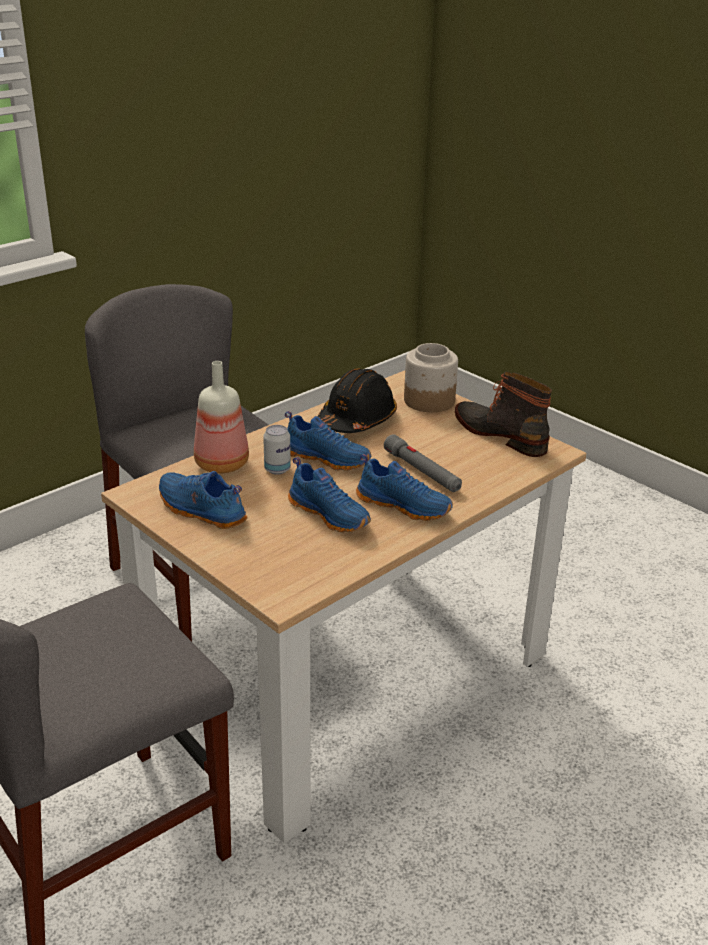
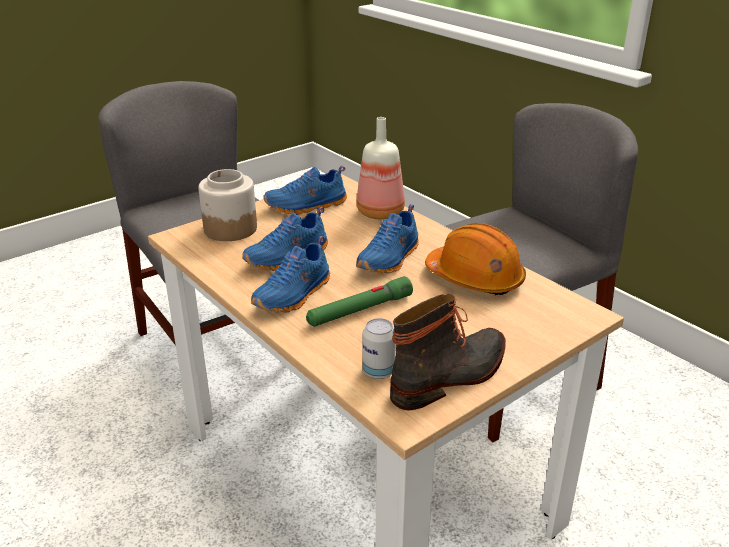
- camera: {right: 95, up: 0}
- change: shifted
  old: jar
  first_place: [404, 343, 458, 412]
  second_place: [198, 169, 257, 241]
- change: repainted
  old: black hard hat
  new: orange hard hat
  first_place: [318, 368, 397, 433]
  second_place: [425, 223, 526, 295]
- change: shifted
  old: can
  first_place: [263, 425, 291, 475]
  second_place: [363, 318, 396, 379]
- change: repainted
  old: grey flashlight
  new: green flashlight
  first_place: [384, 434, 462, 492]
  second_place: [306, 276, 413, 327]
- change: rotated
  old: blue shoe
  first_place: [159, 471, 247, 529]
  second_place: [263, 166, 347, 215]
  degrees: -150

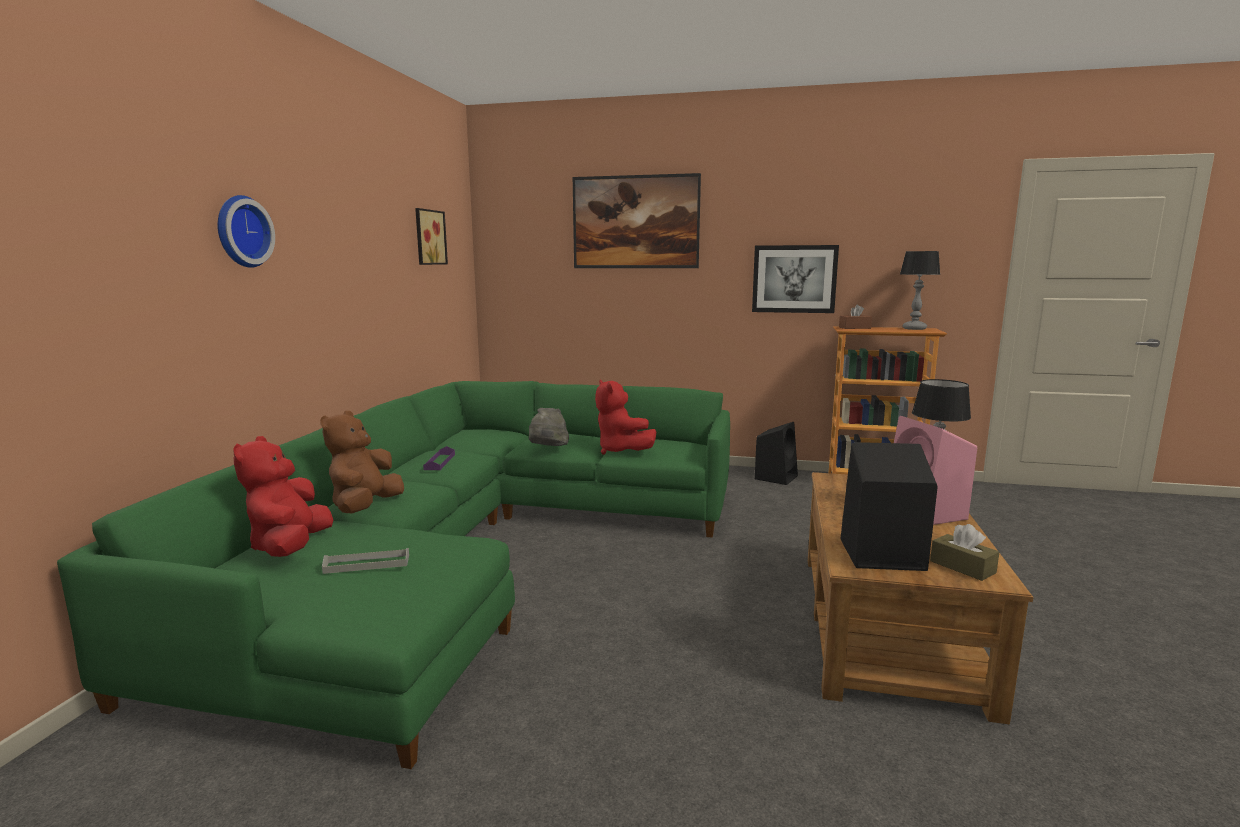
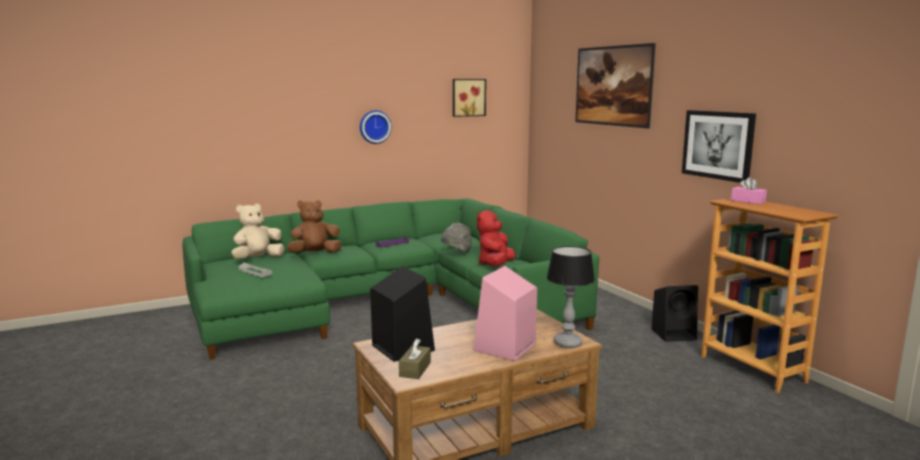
- camera: {right: 50, up: 0}
- change: shifted
  old: wall clock
  first_place: [217, 195, 275, 268]
  second_place: [360, 110, 391, 144]
- change: gone
  old: table lamp
  first_place: [900, 251, 940, 330]
- change: repainted
  old: brown tissue box
  new: pink tissue box
  first_place: [839, 304, 872, 329]
  second_place: [731, 177, 767, 204]
- change: repainted
  old: red plush toy
  new: beige plush toy
  first_place: [233, 436, 333, 557]
  second_place: [231, 204, 284, 259]

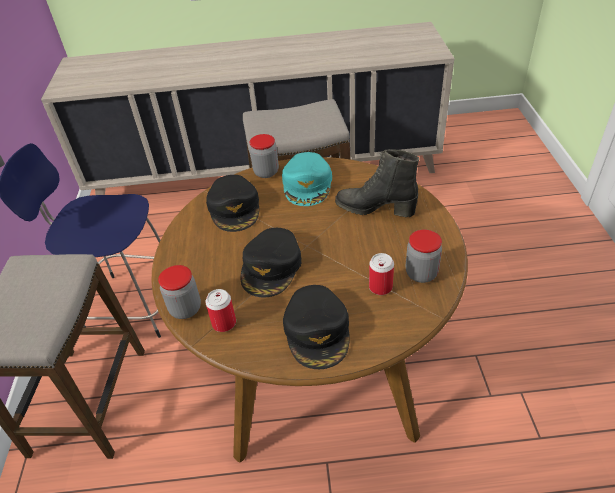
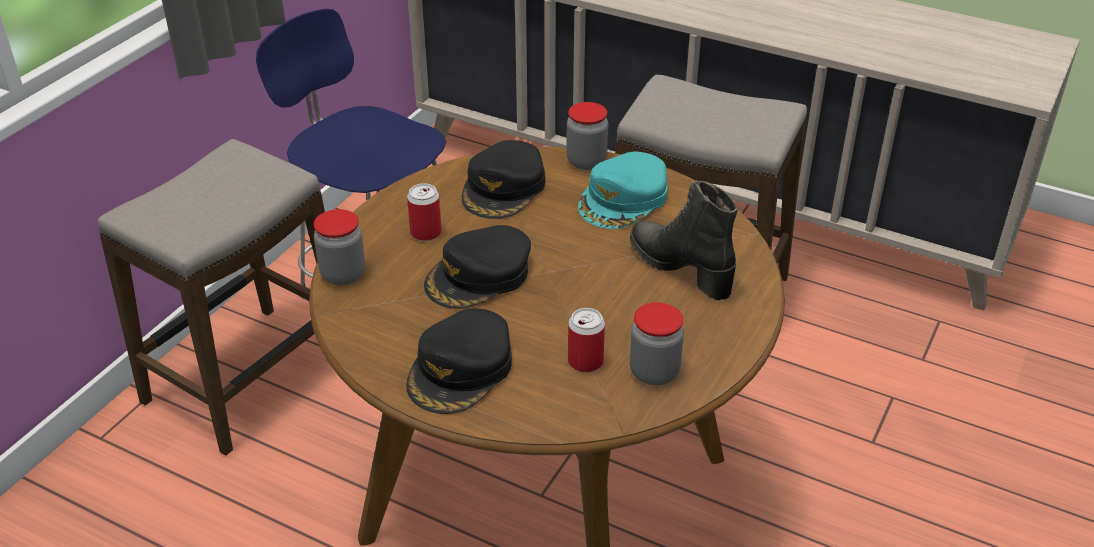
- camera: {right: 30, up: -5}
- change: shifted
  old: can
  first_place: [205, 289, 236, 332]
  second_place: [407, 183, 442, 241]

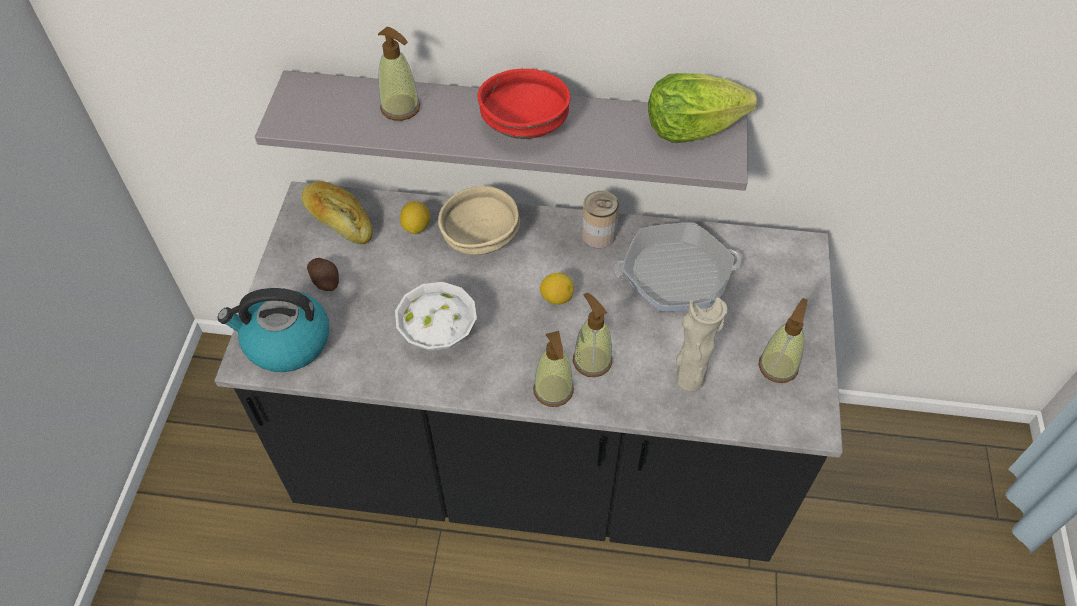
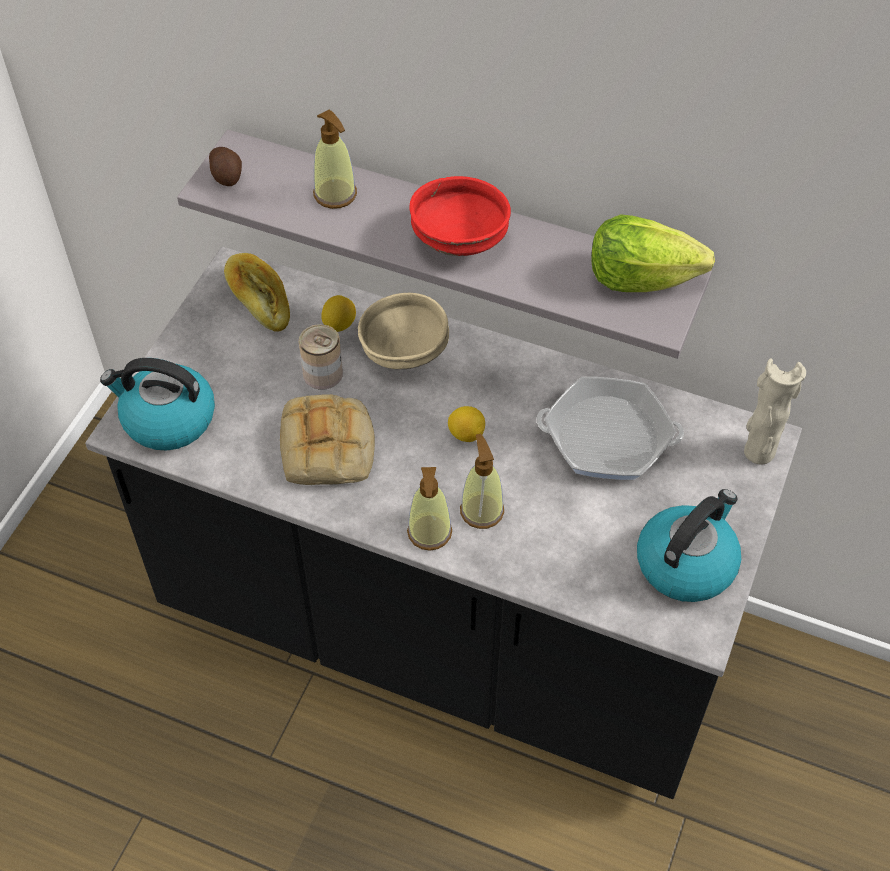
- camera: {right: 15, up: 0}
- change: shifted
  old: can
  first_place: [582, 191, 619, 248]
  second_place: [299, 324, 343, 389]
- change: shifted
  old: potato
  first_place: [307, 258, 339, 291]
  second_place: [209, 147, 242, 186]
- change: swapped
  old: white bowl
  new: bread
  first_place: [395, 282, 477, 351]
  second_place: [280, 394, 375, 485]
- change: shifted
  old: beige vase
  first_place: [676, 297, 728, 392]
  second_place: [744, 358, 806, 464]
- change: swapped
  old: soap dispenser
  new: kettle
  first_place: [758, 298, 807, 383]
  second_place: [637, 489, 741, 602]

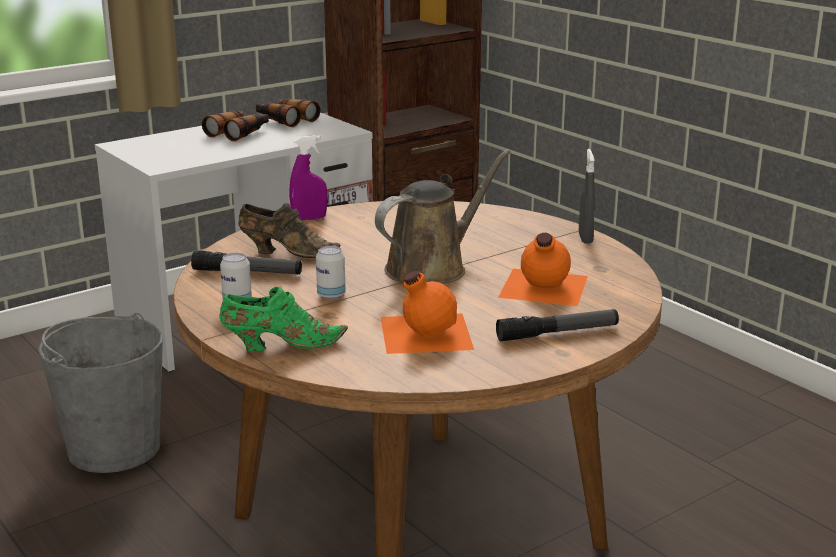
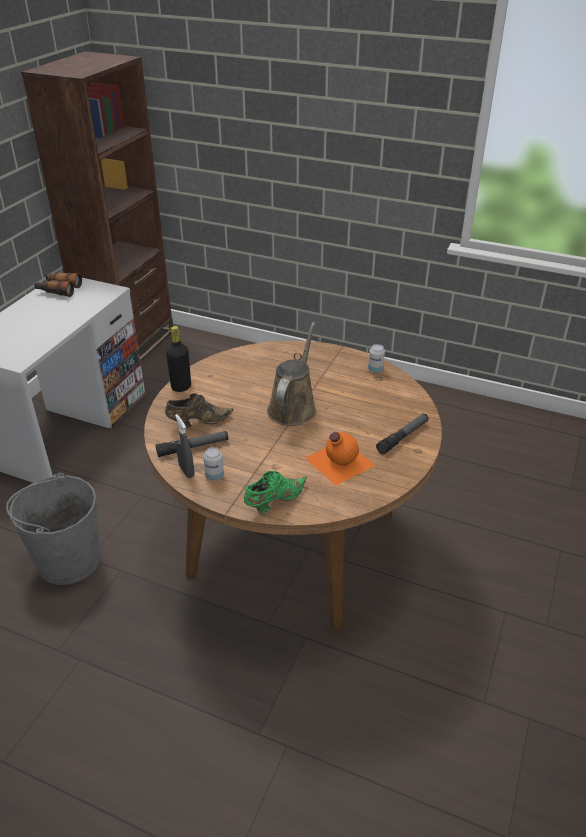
- camera: {right: -30, up: 15}
- change: gone
  old: binoculars
  first_place: [202, 110, 269, 141]
- change: swapped
  old: purple spray bottle
  new: black bottle
  first_place: [289, 135, 327, 220]
  second_place: [166, 326, 191, 392]
- change: shifted
  old: grey spray bottle
  first_place: [579, 149, 595, 244]
  second_place: [175, 414, 194, 478]
- change: gone
  old: orange bottle
  first_place: [498, 233, 588, 306]
- change: shifted
  old: can
  first_place: [316, 246, 346, 300]
  second_place: [368, 344, 385, 373]

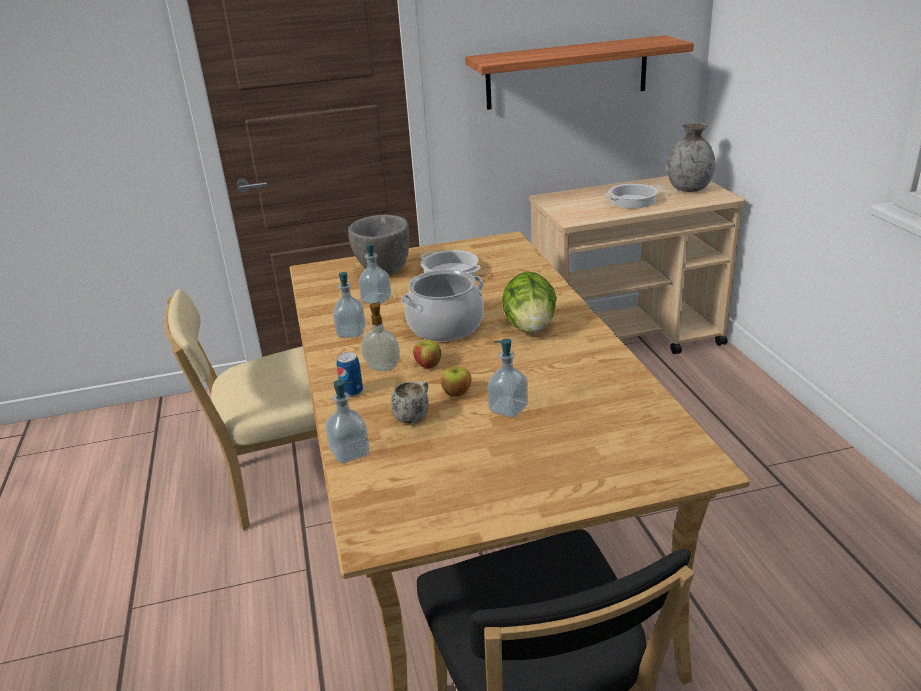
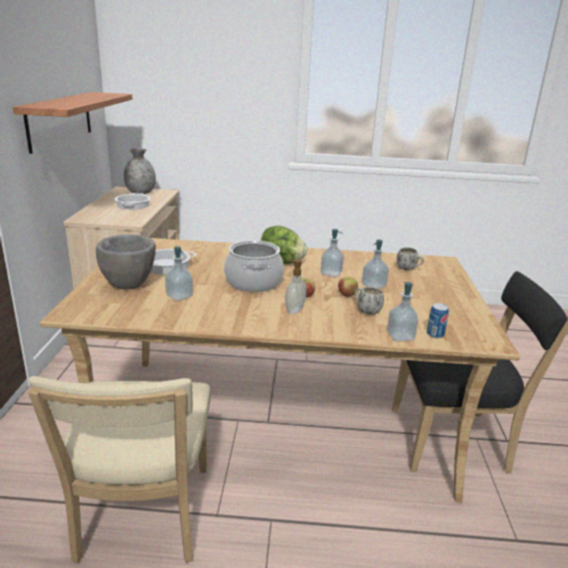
- camera: {right: -75, up: -5}
- change: shifted
  old: soap dispenser
  first_place: [333, 272, 366, 338]
  second_place: [321, 229, 344, 277]
- change: shifted
  old: can
  first_place: [336, 352, 363, 397]
  second_place: [427, 303, 449, 338]
- change: new
  new: white mug
  second_place: [397, 247, 424, 270]

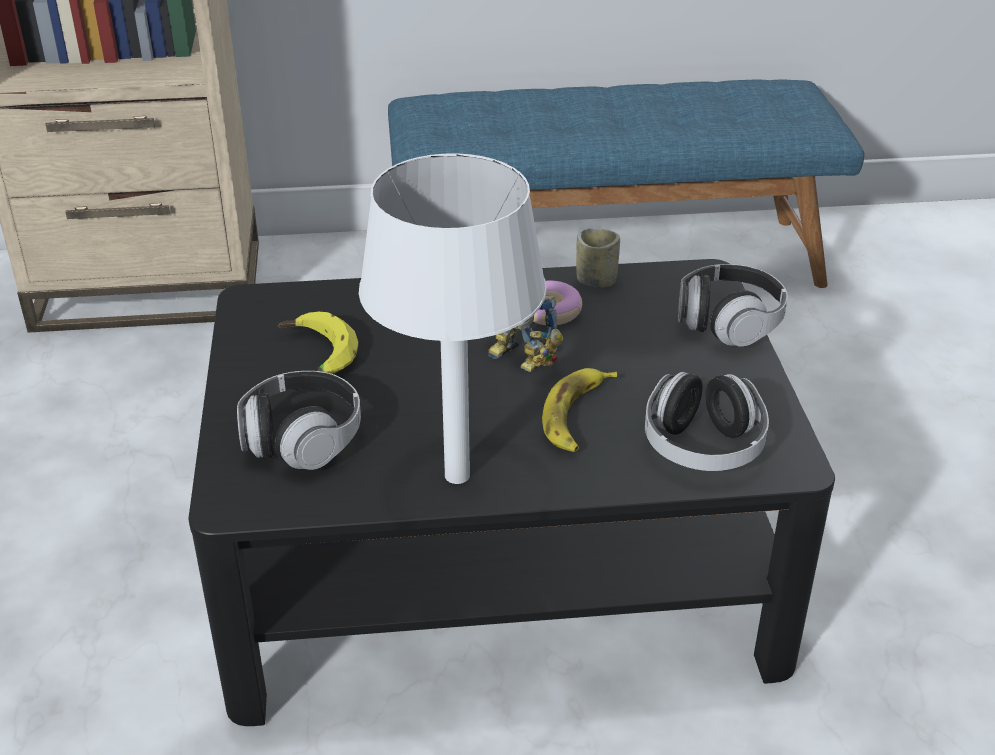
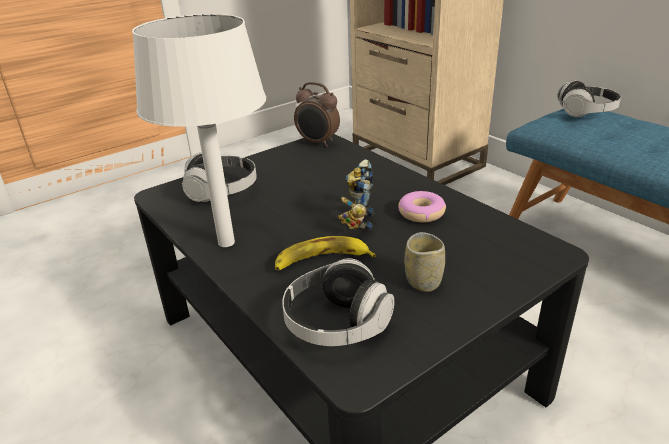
- camera: {right: 60, up: -5}
- change: shifted
  old: cup
  first_place: [576, 228, 620, 287]
  second_place: [404, 232, 445, 292]
- change: shifted
  old: headphones
  first_place: [678, 264, 788, 347]
  second_place: [557, 80, 621, 117]
- change: gone
  old: banana
  first_place: [278, 312, 358, 374]
- change: new
  new: alarm clock
  second_place: [294, 82, 340, 147]

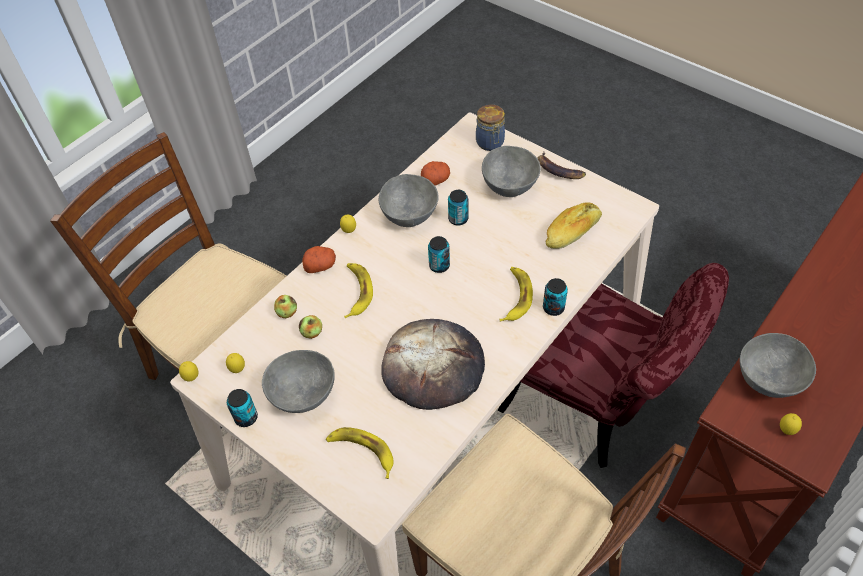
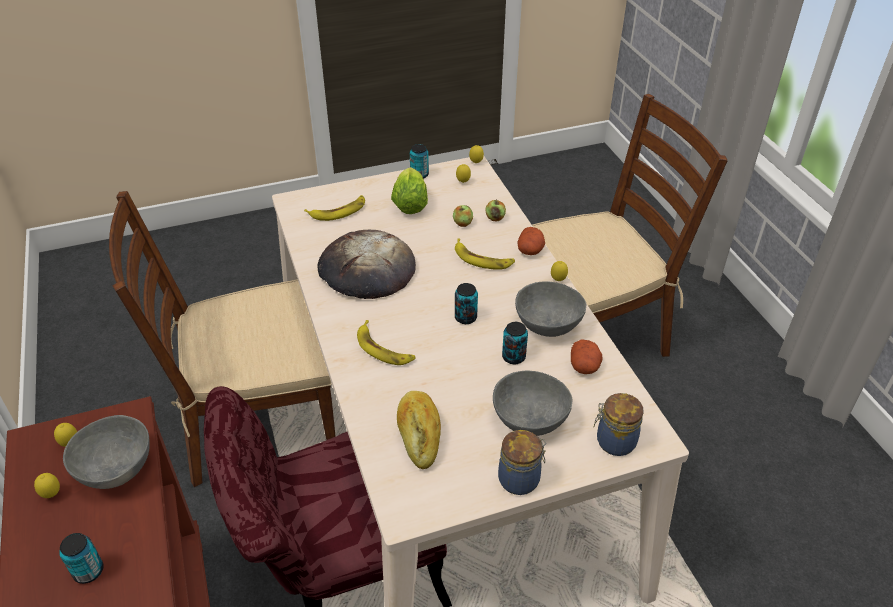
- camera: {right: 120, up: -10}
- change: swapped
  old: banana
  new: jar
  first_place: [537, 152, 586, 179]
  second_place: [498, 430, 546, 495]
- change: shifted
  old: can
  first_place: [543, 278, 568, 316]
  second_place: [59, 533, 104, 584]
- change: swapped
  old: grey bowl
  new: lettuce
  first_place: [262, 350, 335, 413]
  second_place: [391, 167, 428, 214]
- change: new
  new: lemon
  second_place: [34, 473, 60, 498]

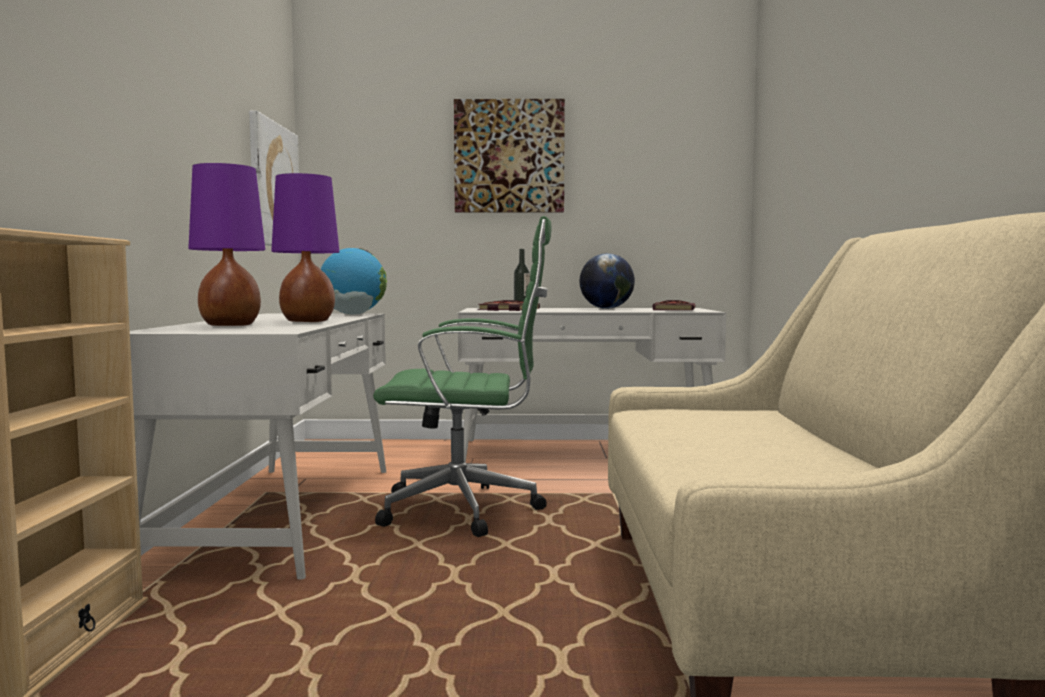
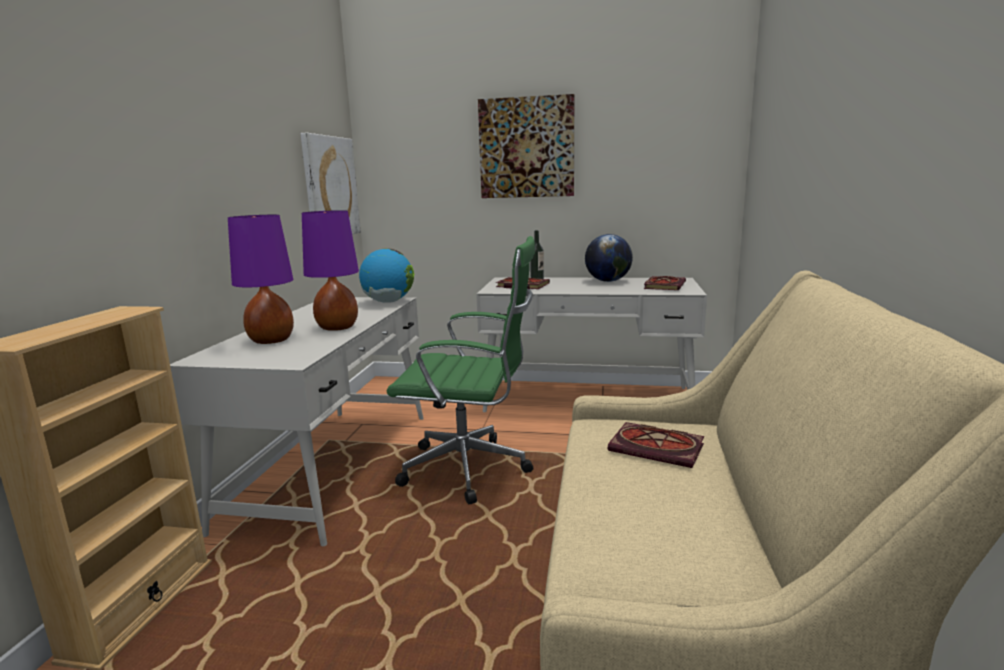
- camera: {right: 10, up: 10}
- change: new
  new: book
  second_place: [608, 422, 704, 468]

